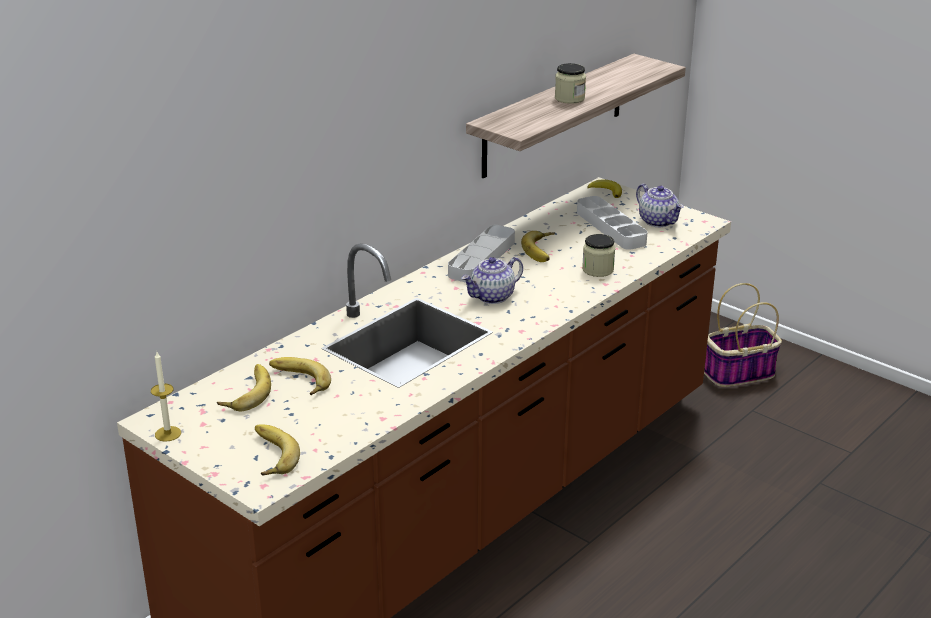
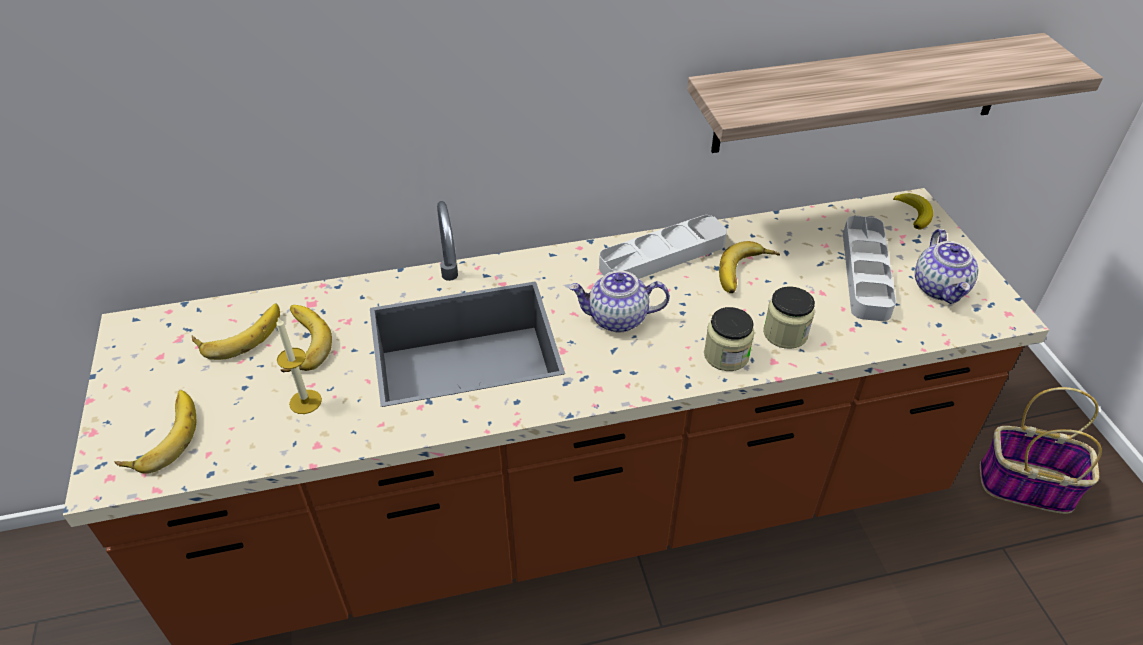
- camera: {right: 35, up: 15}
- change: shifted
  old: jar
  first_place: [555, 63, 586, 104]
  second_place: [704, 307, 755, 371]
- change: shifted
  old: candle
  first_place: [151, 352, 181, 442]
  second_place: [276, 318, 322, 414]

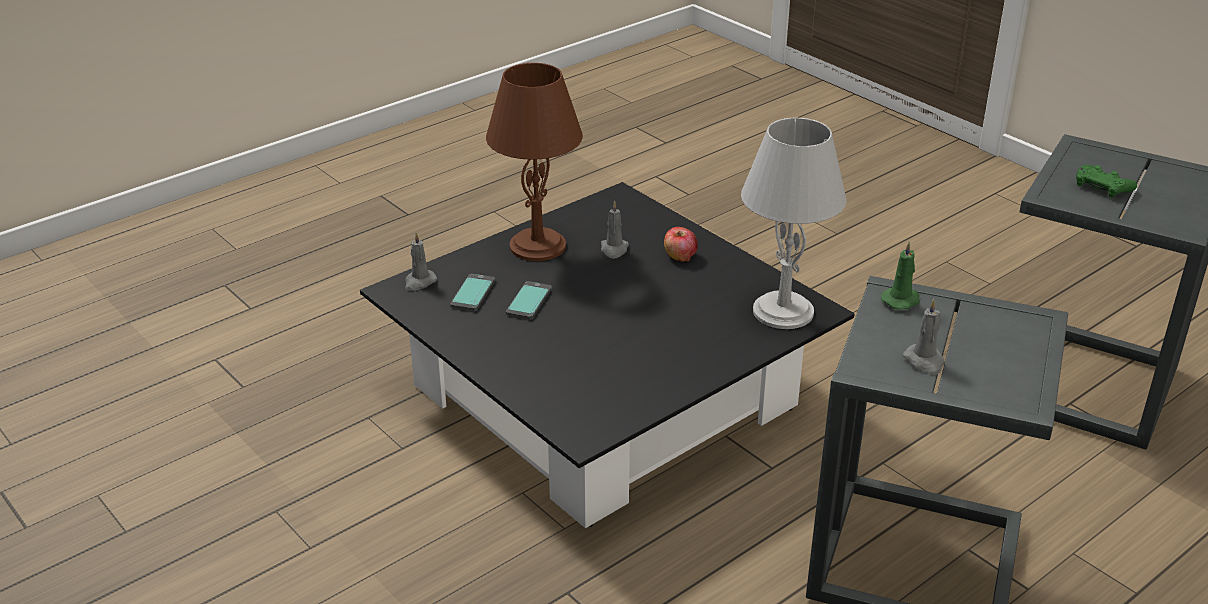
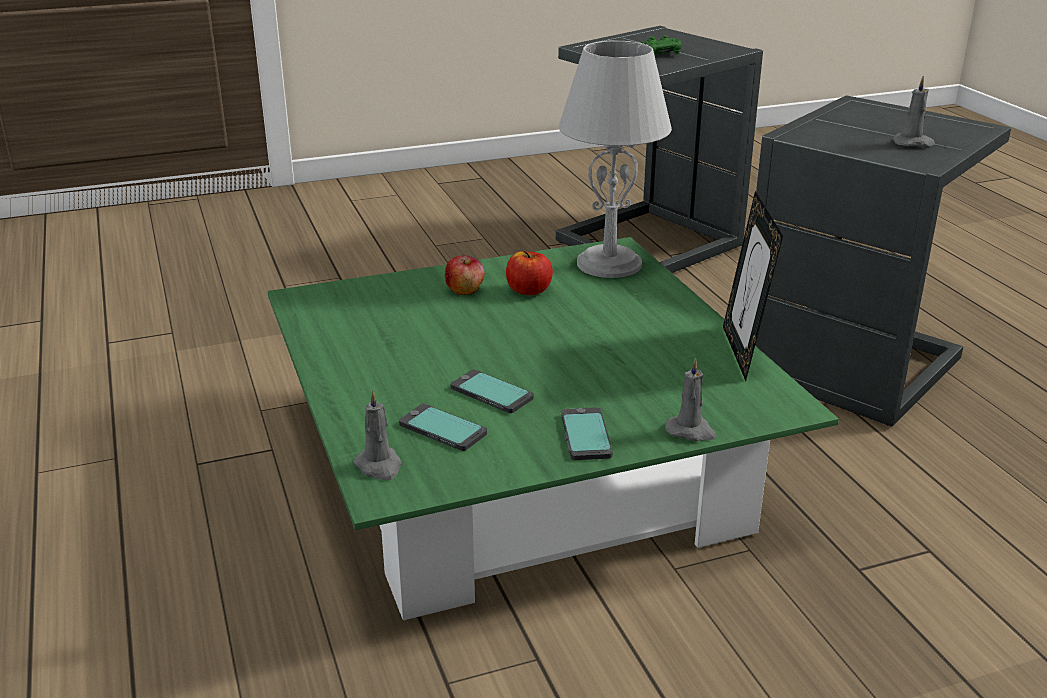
- camera: {right: -70, up: -5}
- change: gone
  old: brown table lamp
  first_place: [486, 63, 583, 261]
- change: repainted
  old: black coffee table
  new: green coffee table
  first_place: [360, 182, 855, 528]
  second_place: [267, 237, 839, 620]
- change: shifted
  old: grey candle
  first_place: [601, 201, 629, 258]
  second_place: [665, 358, 717, 441]
- change: gone
  old: green candle
  first_place: [881, 241, 920, 310]
- change: new
  new: picture frame
  second_place: [723, 191, 783, 381]
- change: new
  new: apple
  second_place: [506, 251, 553, 295]
- change: new
  new: phone
  second_place: [561, 407, 613, 460]

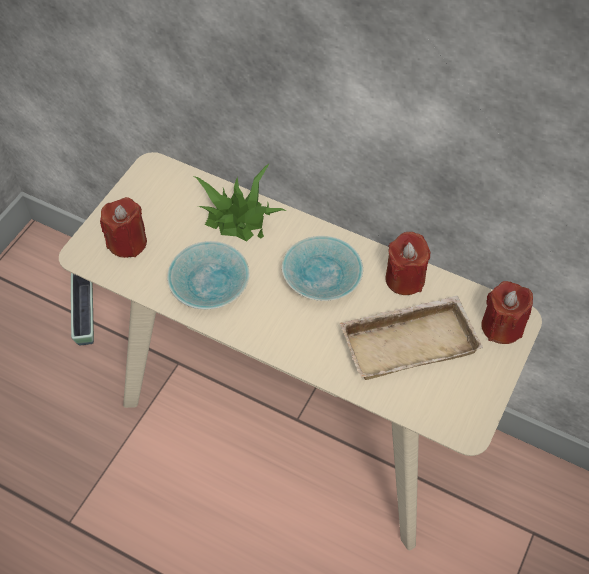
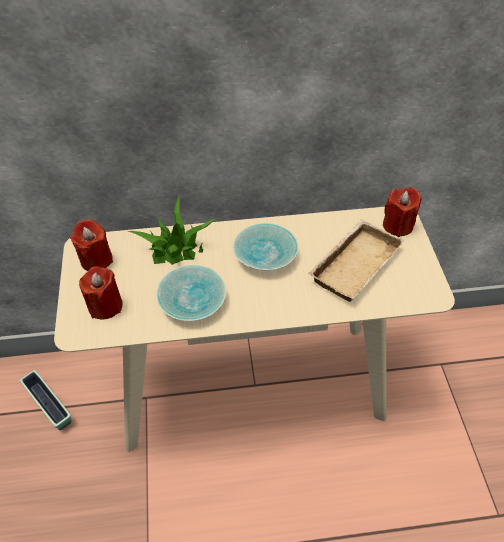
- camera: {right: -35, up: -5}
- change: shifted
  old: red candle
  first_place: [385, 232, 431, 295]
  second_place: [70, 219, 113, 271]

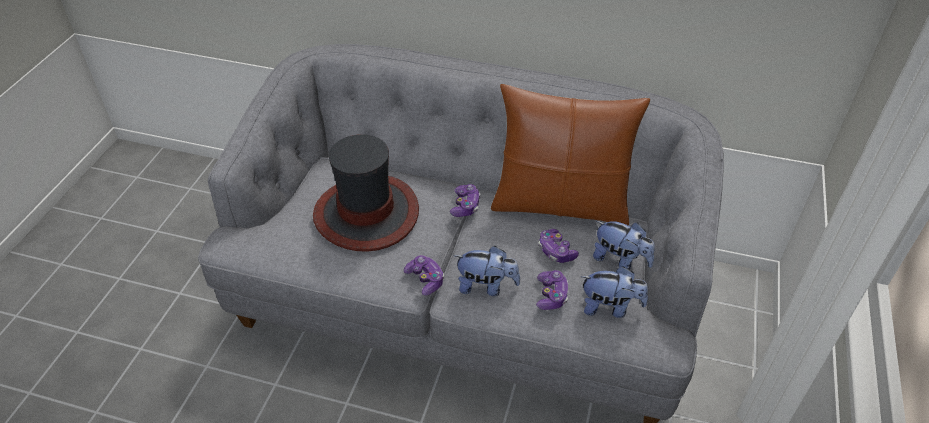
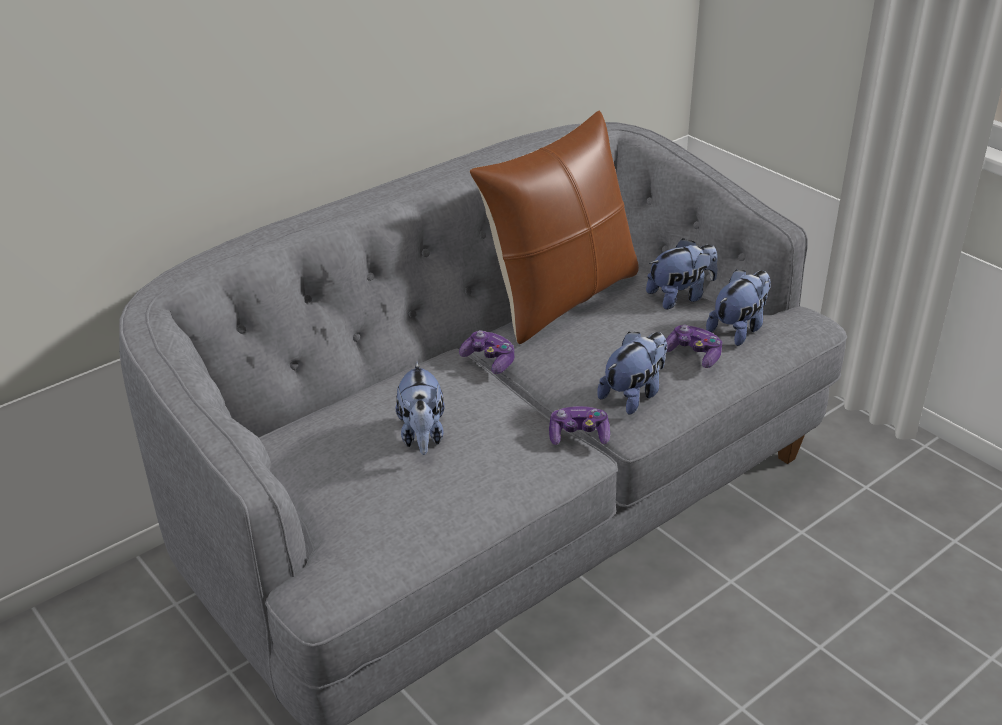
- camera: {right: -55, up: -10}
- change: swapped
  old: hat
  new: plush toy
  first_place: [313, 134, 419, 252]
  second_place: [396, 361, 445, 455]
- change: gone
  old: game controller
  first_place: [539, 229, 579, 263]

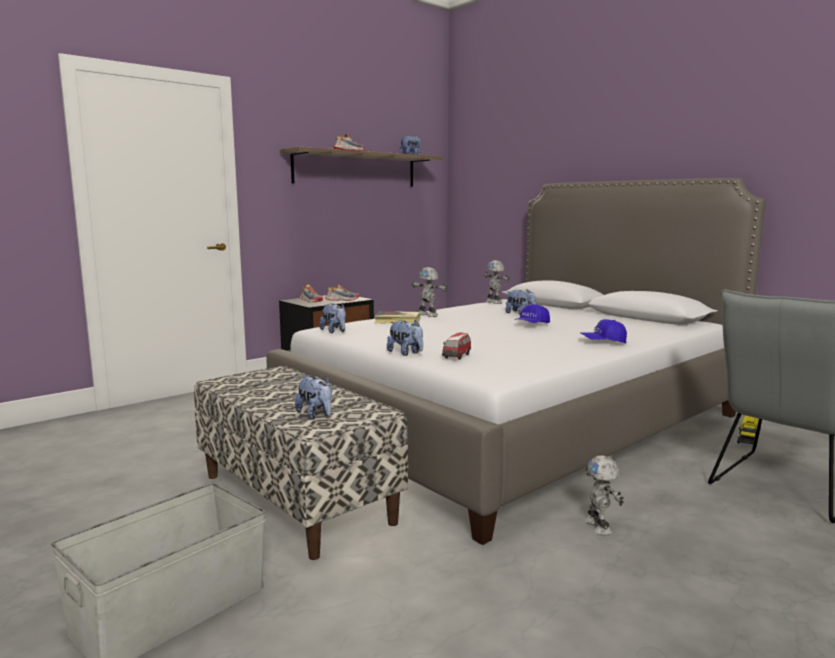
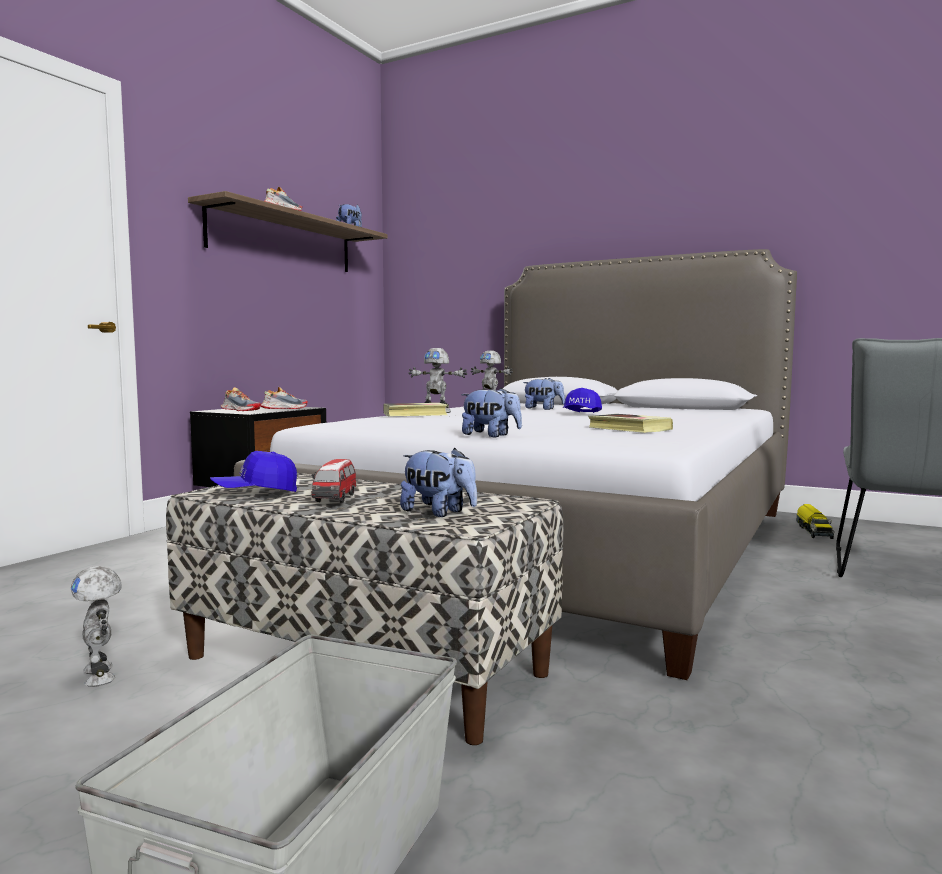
- camera: {right: -20, up: -5}
- change: gone
  old: plush toy
  first_place: [319, 303, 346, 333]
- change: shifted
  old: blue cap
  first_place: [580, 319, 627, 343]
  second_place: [210, 451, 297, 492]
- change: shifted
  old: toy car
  first_place: [442, 332, 471, 360]
  second_place: [311, 459, 356, 503]
- change: shifted
  old: toy robot
  first_place: [585, 455, 624, 535]
  second_place: [71, 566, 122, 687]
- change: new
  new: book
  second_place: [588, 414, 673, 433]

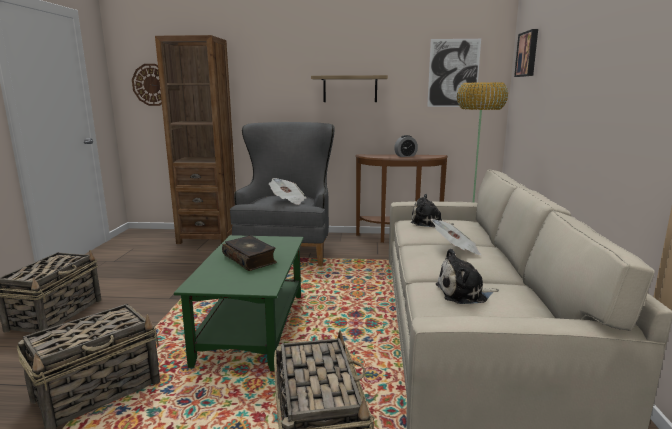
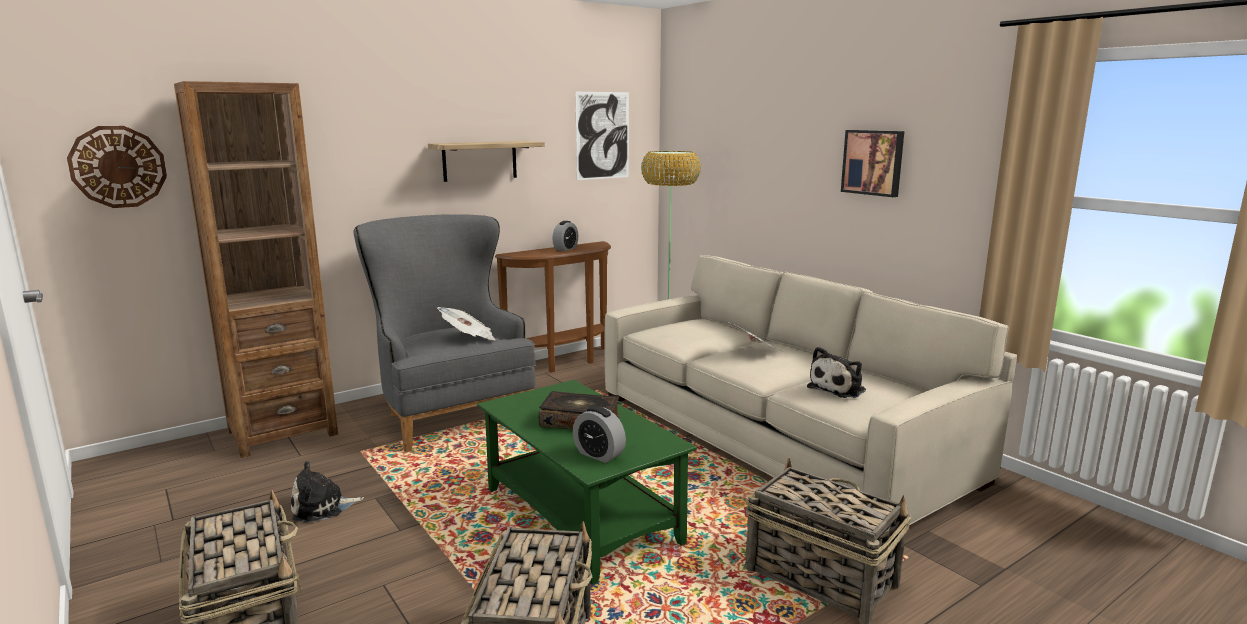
- camera: {right: -40, up: 0}
- change: shifted
  old: picture
  first_place: [514, 29, 538, 77]
  second_place: [841, 130, 904, 197]
- change: shifted
  old: plush toy
  first_place: [411, 194, 454, 227]
  second_place: [291, 461, 364, 523]
- change: new
  new: alarm clock
  second_place: [573, 406, 626, 463]

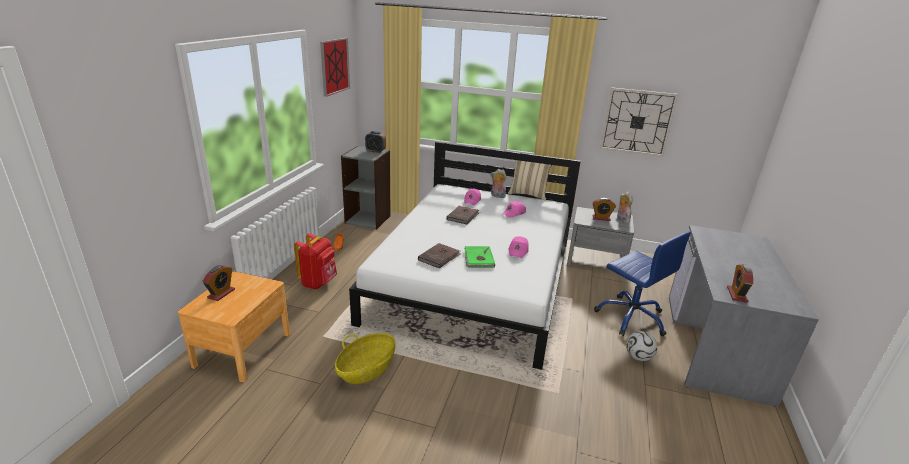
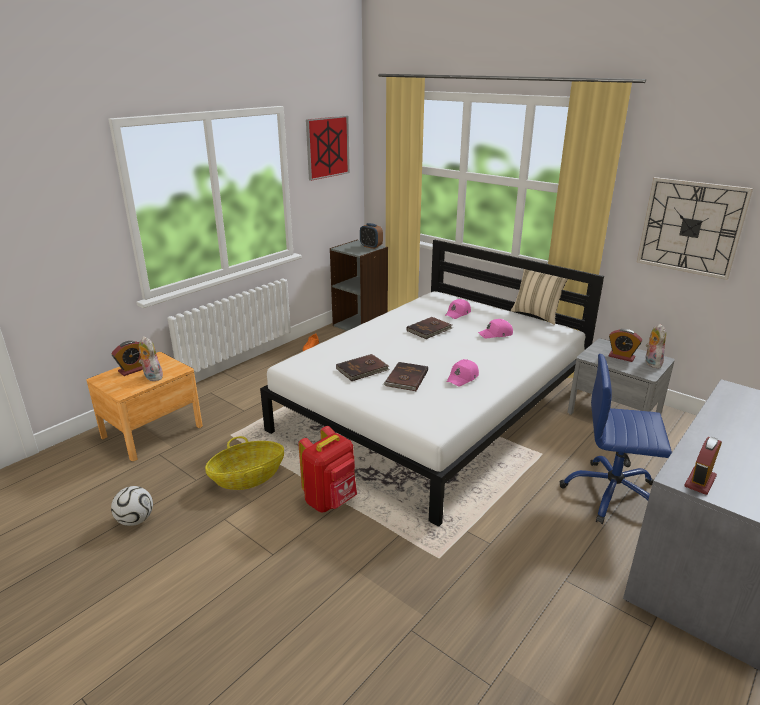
- camera: {right: 25, up: 0}
- change: shifted
  old: plush toy
  first_place: [491, 169, 506, 198]
  second_place: [139, 336, 163, 381]
- change: rotated
  old: blue office chair
  first_place: [594, 231, 691, 336]
  second_place: [560, 354, 672, 524]
  degrees: 120
- change: shifted
  old: red backpack
  first_place: [294, 233, 337, 289]
  second_place: [298, 426, 357, 513]
- change: repainted
  old: green book
  new: brown book
  first_place: [465, 246, 495, 268]
  second_place: [383, 362, 428, 391]
- change: shifted
  old: football
  first_place: [626, 331, 657, 361]
  second_place: [111, 486, 153, 526]

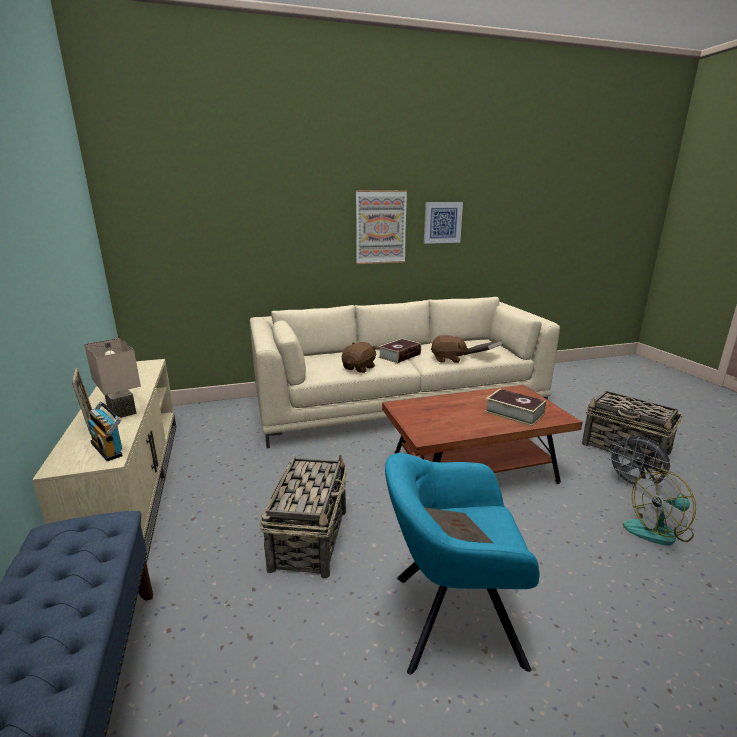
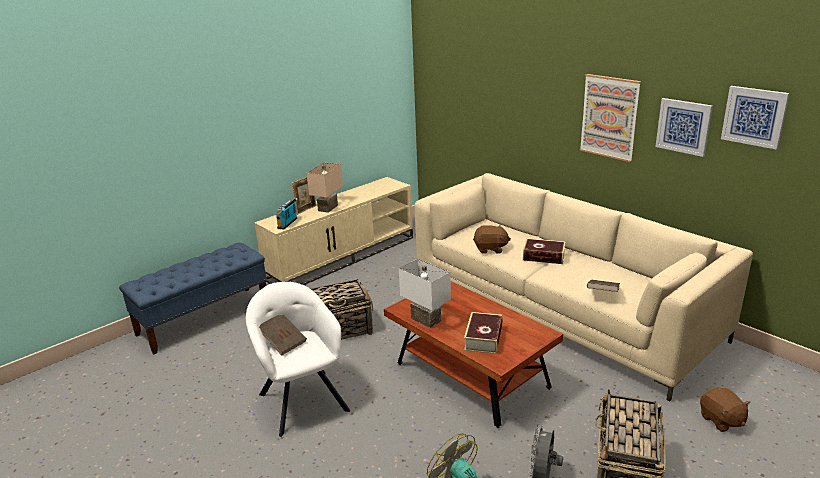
- camera: {right: 65, up: 5}
- change: shifted
  old: brown plush toy
  first_place: [431, 335, 469, 363]
  second_place: [700, 388, 750, 432]
- change: repainted
  old: turquoise armchair
  new: white armchair
  first_place: [385, 453, 540, 674]
  second_place: [246, 282, 350, 437]
- change: new
  new: picture
  second_place: [721, 86, 790, 150]
- change: new
  new: white table lamp
  second_place: [399, 259, 451, 328]

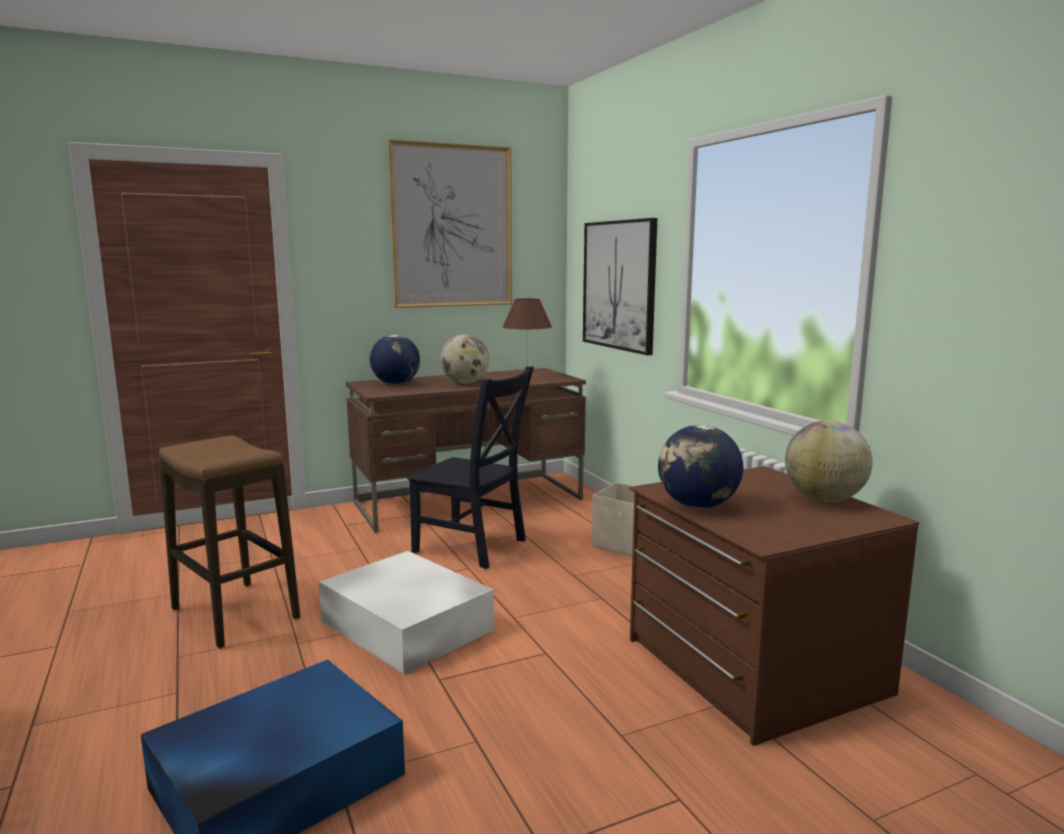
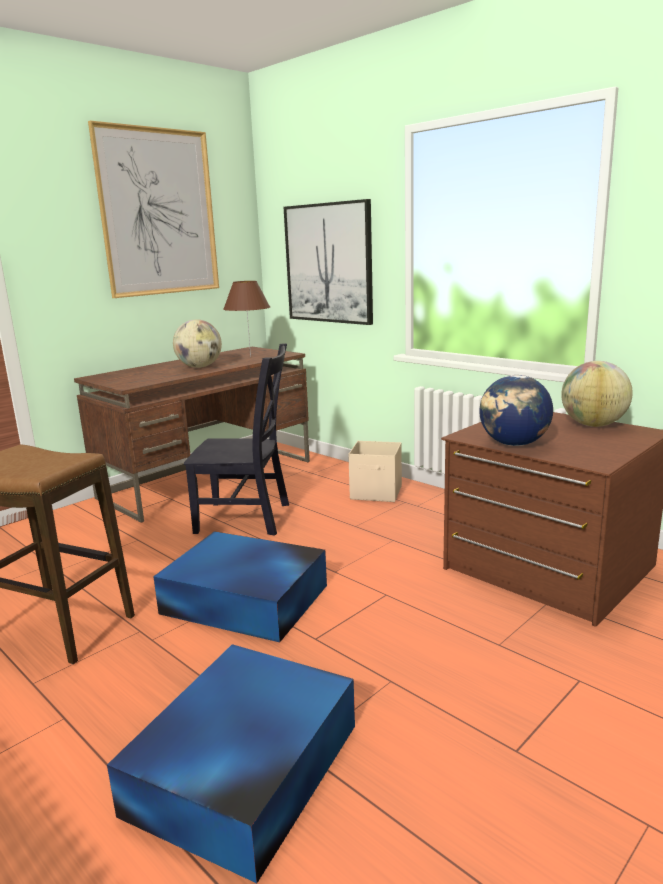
- camera: {right: -20, up: 5}
- change: gone
  old: globe
  first_place: [370, 335, 420, 385]
- change: repainted
  old: white storage box
  new: blue storage box
  first_place: [319, 551, 494, 674]
  second_place: [153, 531, 327, 642]

